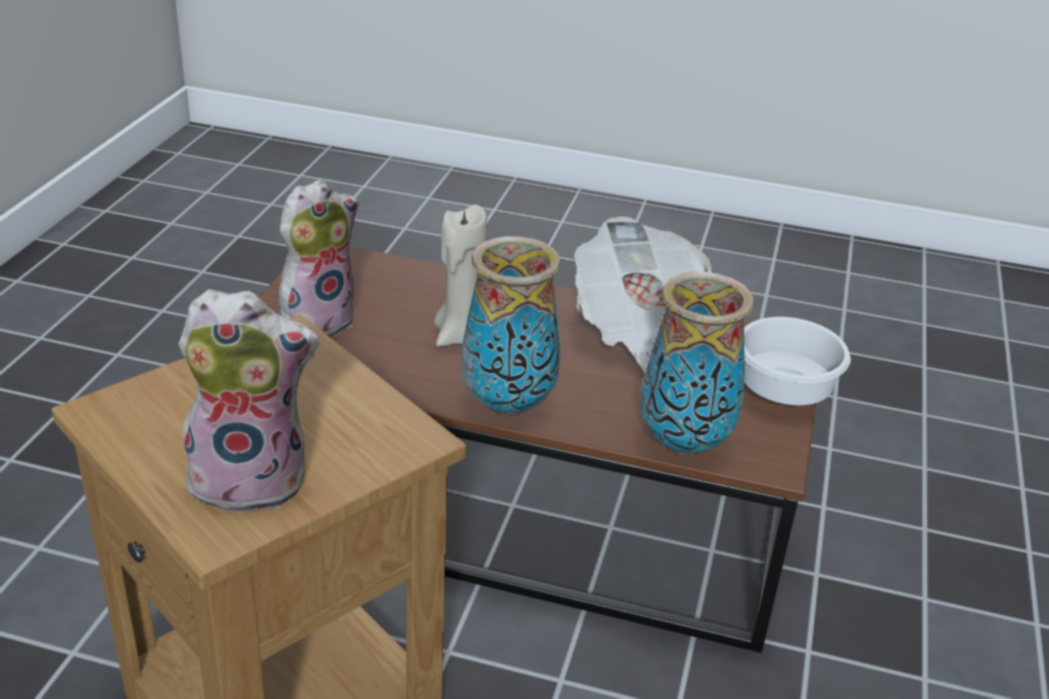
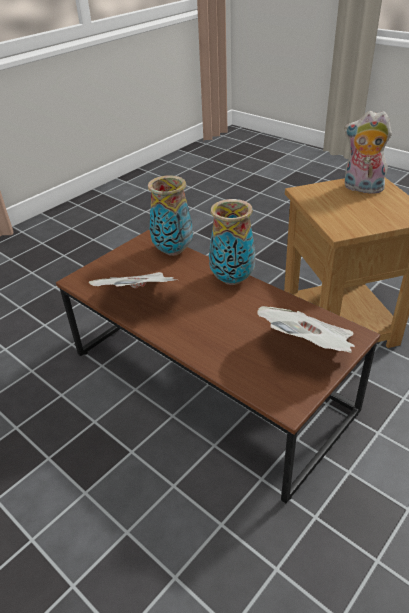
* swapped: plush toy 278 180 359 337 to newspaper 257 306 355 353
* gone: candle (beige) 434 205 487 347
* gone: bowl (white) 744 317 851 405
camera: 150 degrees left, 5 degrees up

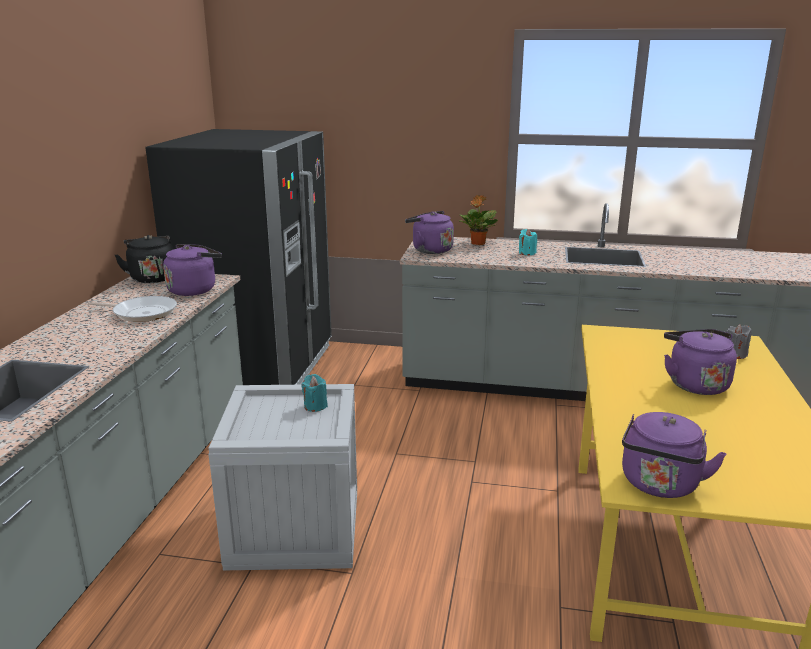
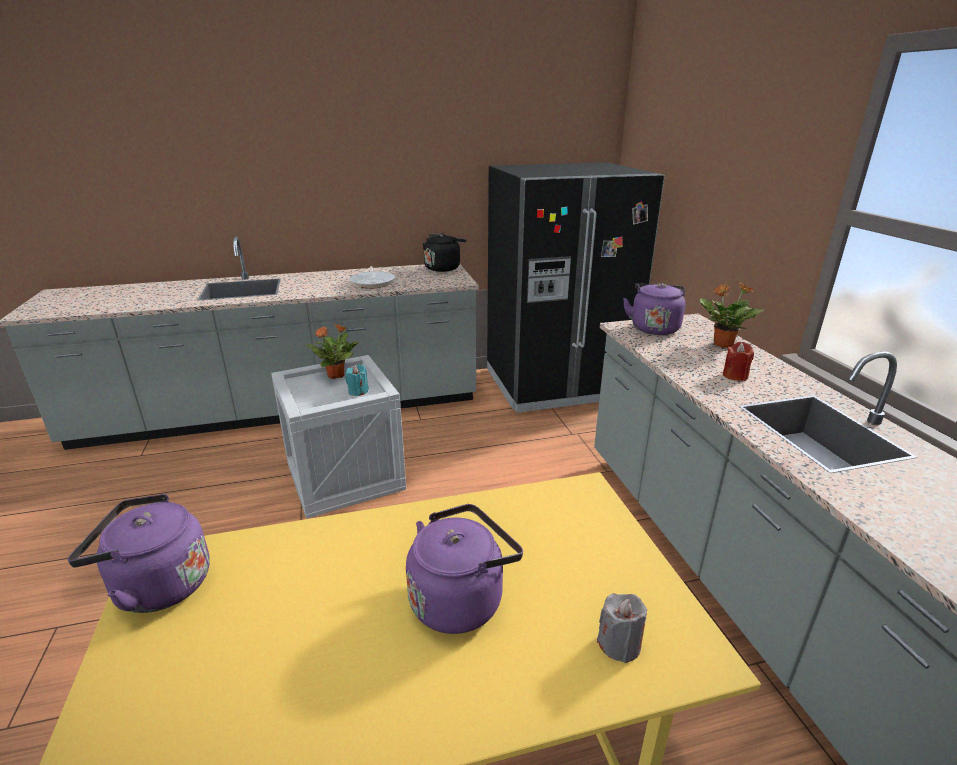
* gone: kettle (purple) 163 244 222 296
* repainted: candle (turquoise) 519 229 537 255 to candle (red) 723 342 754 381
* new: potted plant 306 324 359 379
camera: 65 degrees right, 5 degrees up

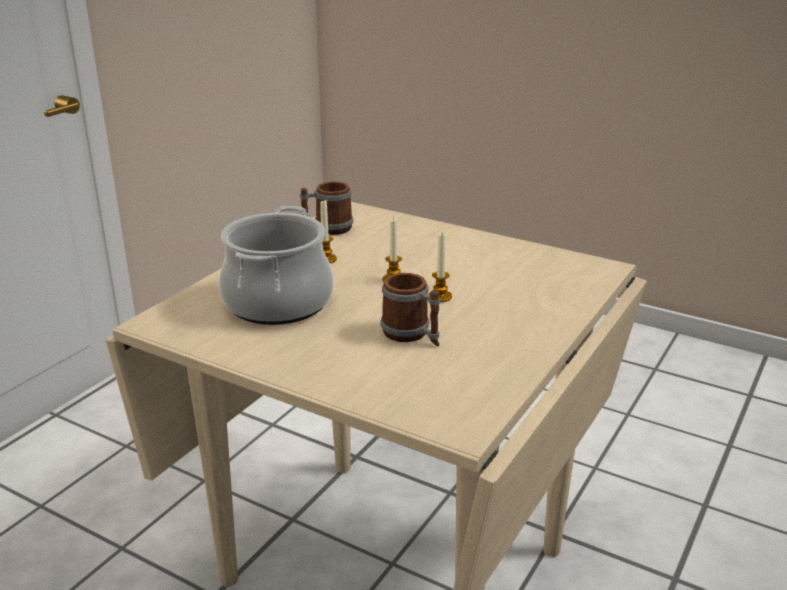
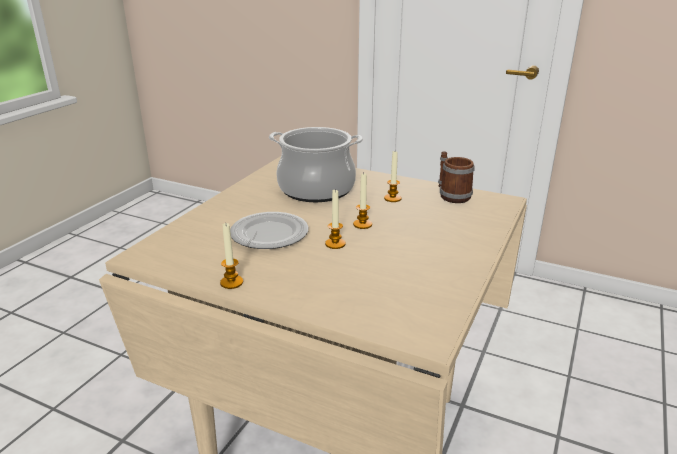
* swapped: mug 381 273 440 346 to plate 230 212 309 249
* new: candle 220 223 243 289
camera: 85 degrees right, 0 degrees up

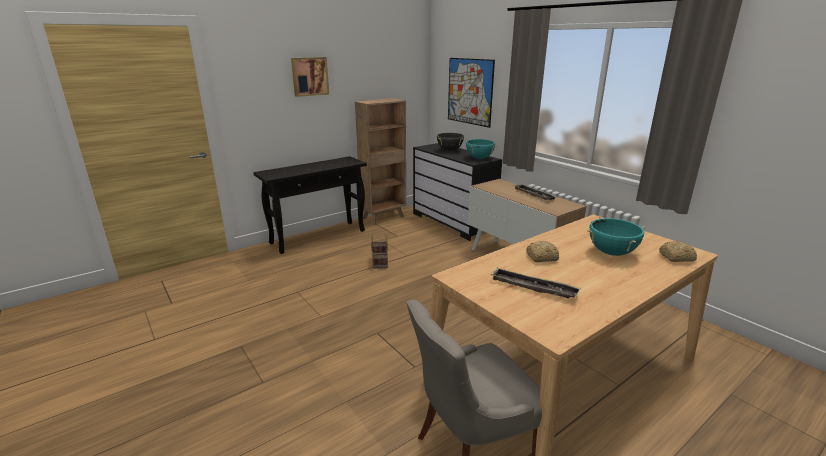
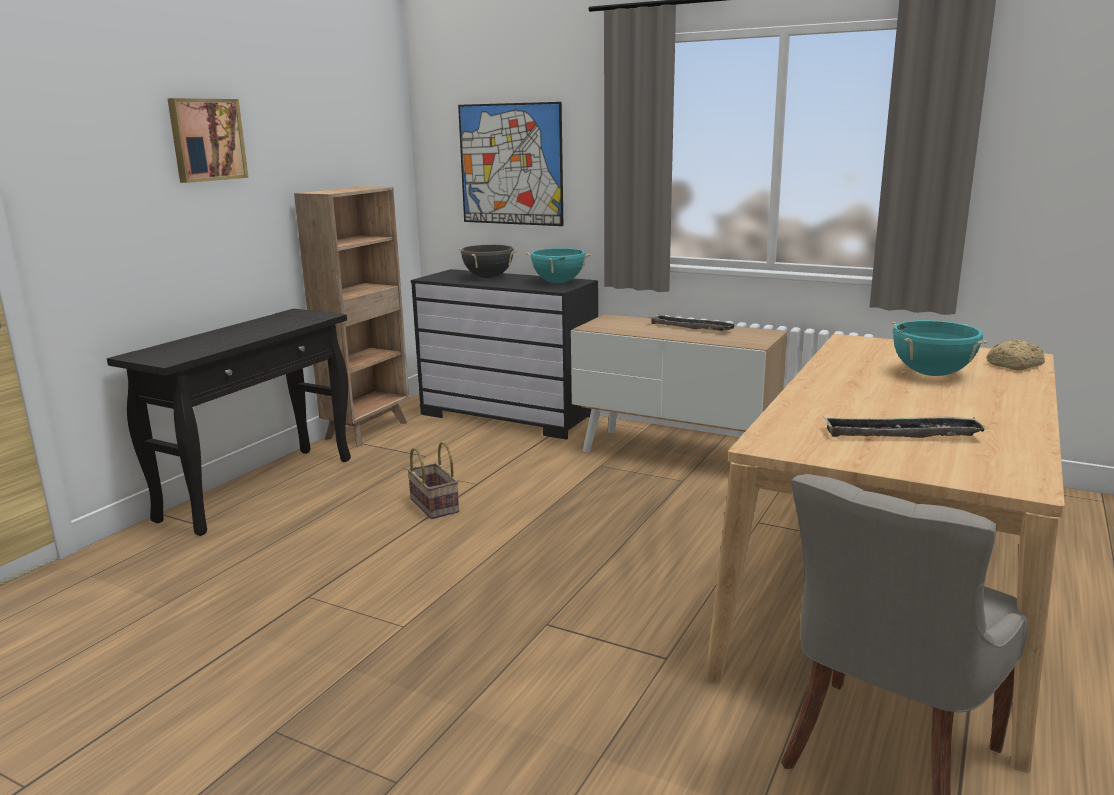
* gone: bread 526 241 559 262
camera: 25 degrees left, 5 degrees down

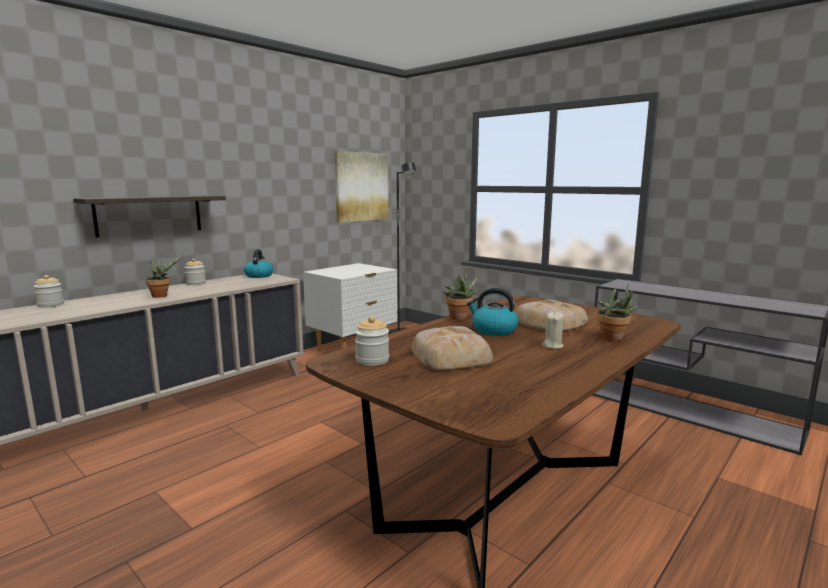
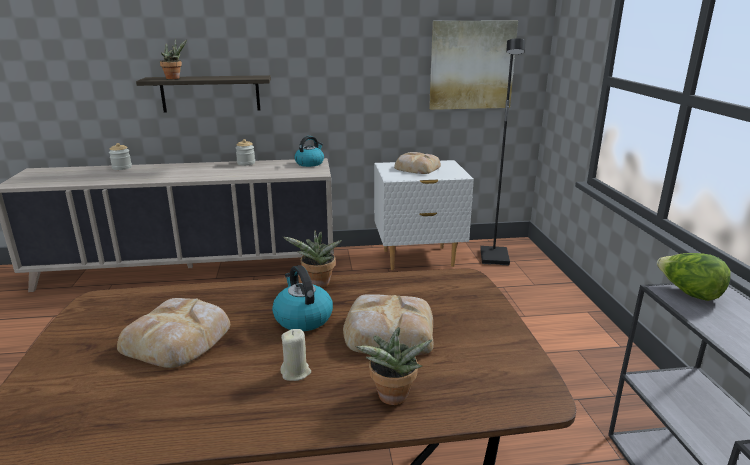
* shifted: potted plant 146 255 183 298 to 160 39 187 79
* gone: jar 355 316 389 366
* new: bread 394 152 441 174
* new: lettuce 657 253 731 301
camera: 40 degrees right, 10 degrees up

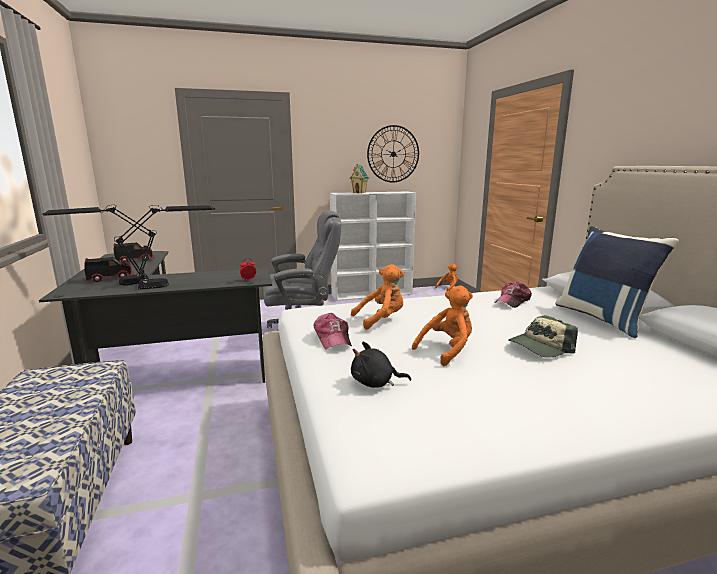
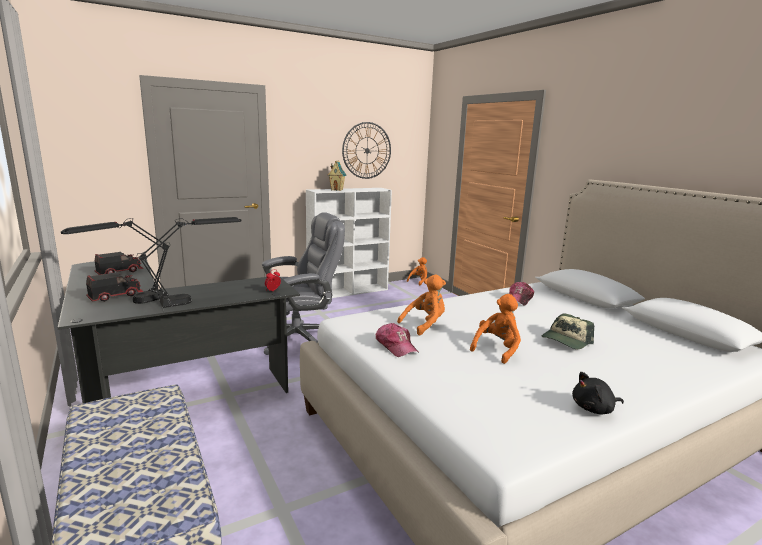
* shifted: plush toy (black) 351 342 411 388 to 572 372 624 415
* gone: pillow (blue) 555 226 679 338
camera: 15 degrees left, 0 degrees up

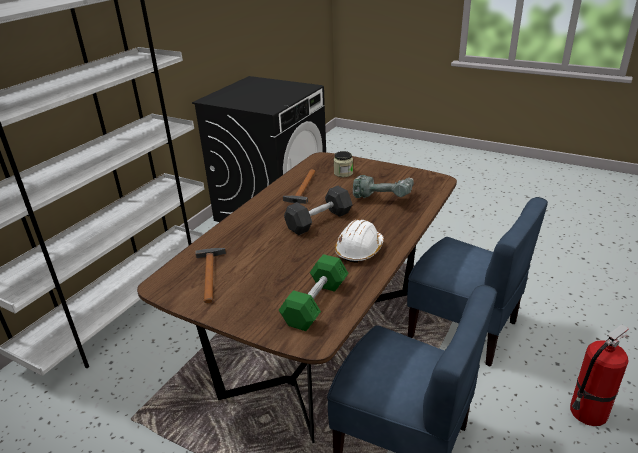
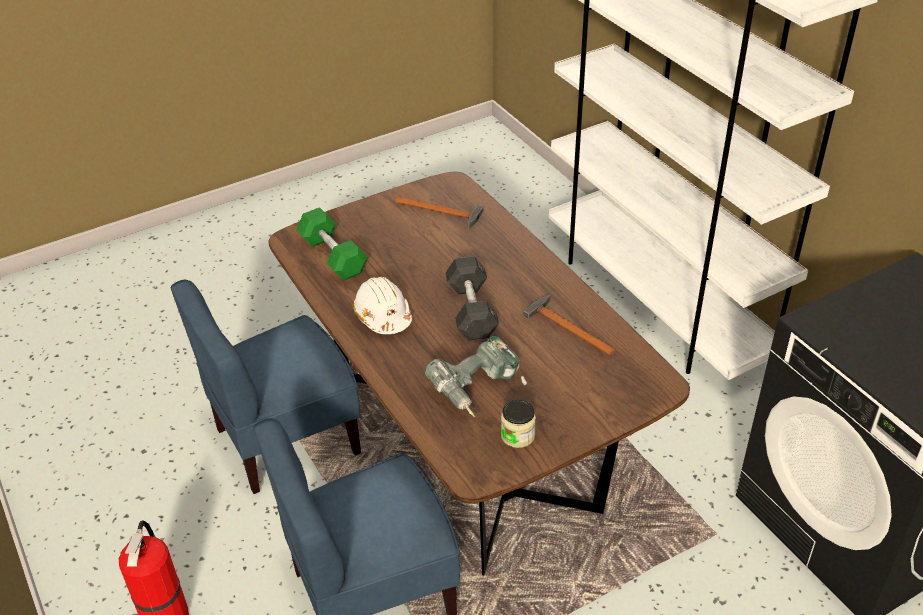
* shifted: jar 334 151 353 177 to 501 400 536 448
camera: 120 degrees right, 10 degrees up

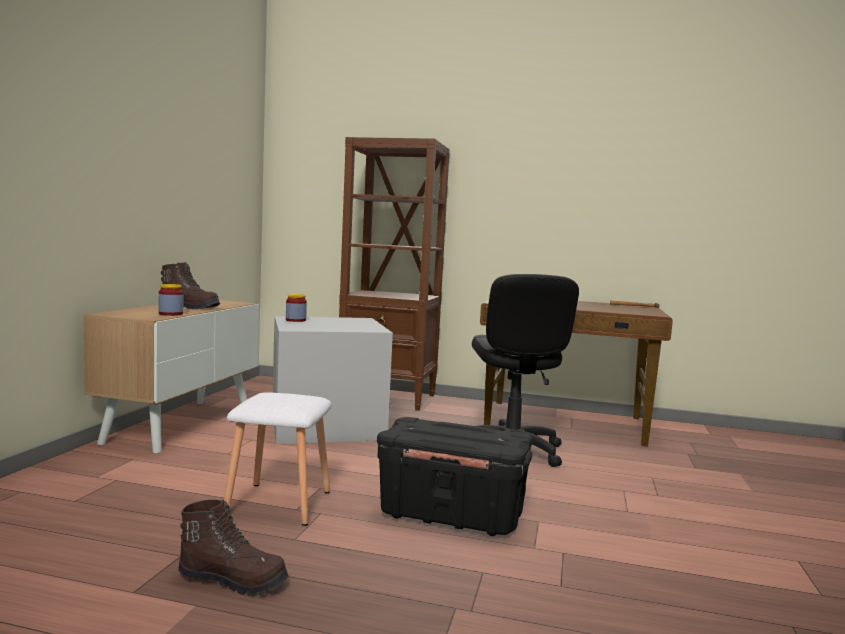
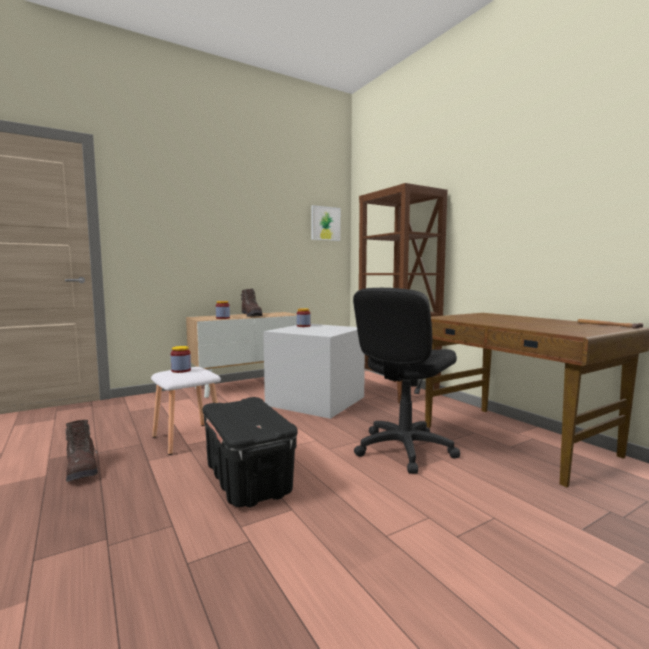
* new: jar 171 346 191 373
* new: picture 311 205 340 241
camera: 45 degrees right, 0 degrees up

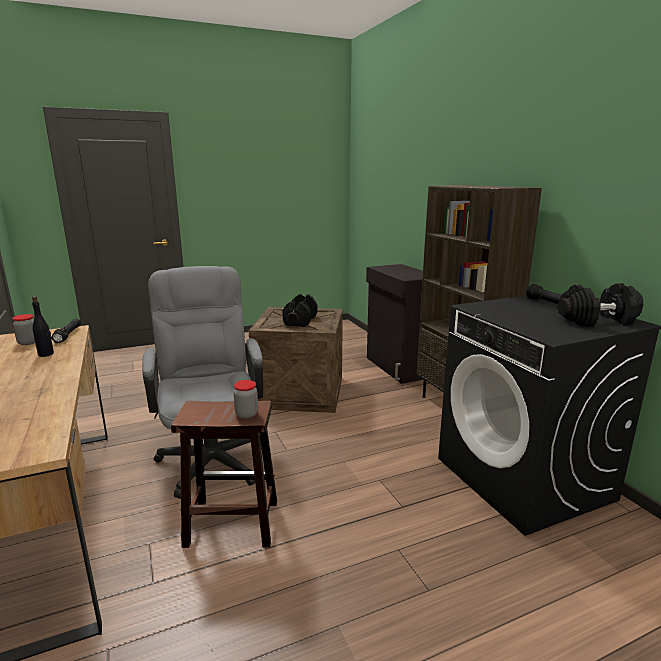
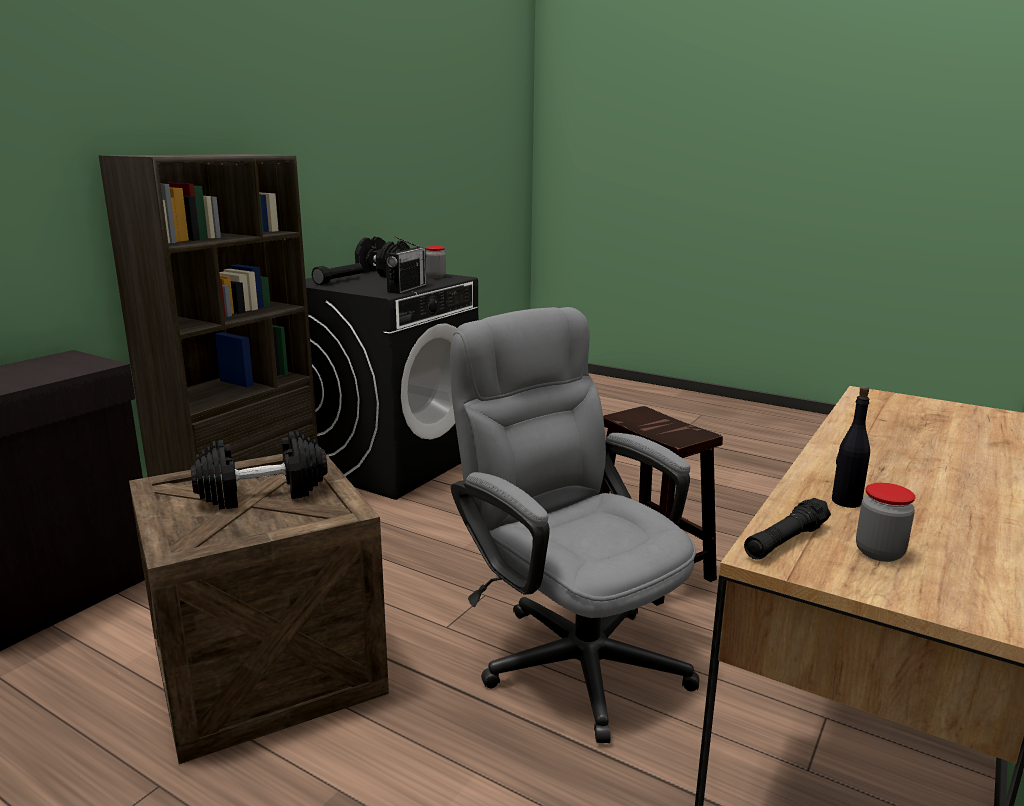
* rotated: office chair (grey) 142 266 263 498 = 450 307 700 743 105 degrees clockwise
* shifted: jar 233 380 258 419 to 426 246 446 278
* new: radio 386 236 427 294
camera: 125 degrees left, 0 degrees up

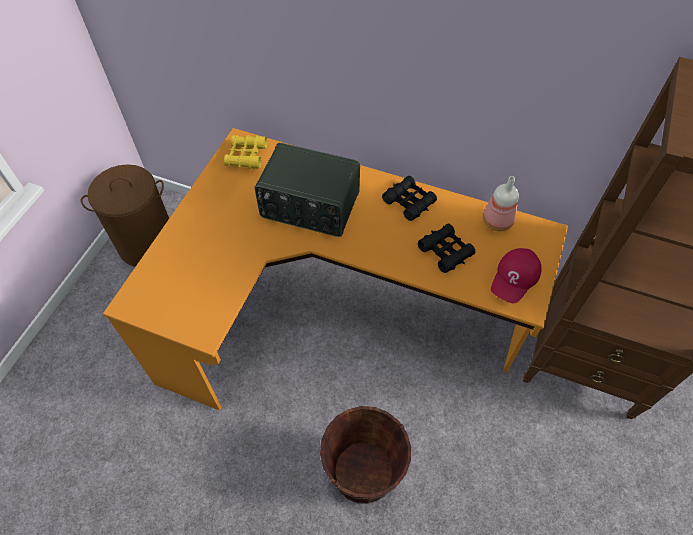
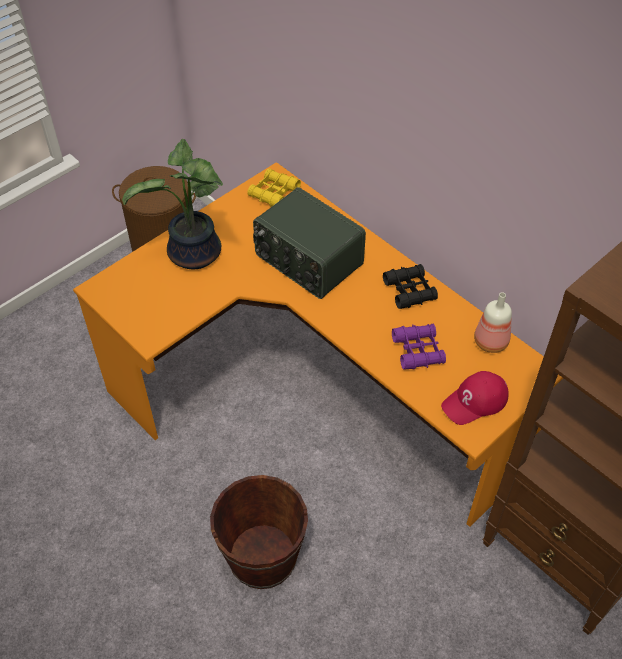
* repainted: binoculars (black) 418 224 476 273 to binoculars (purple) 392 324 446 370
* new: potted plant 122 139 223 269
camera: 25 degrees right, 5 degrees down

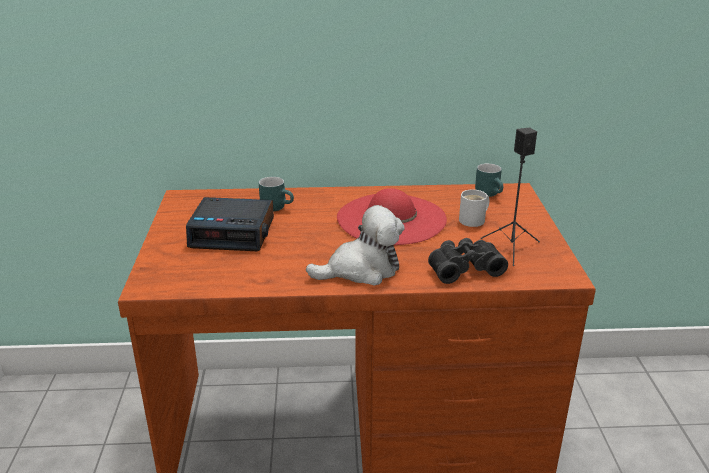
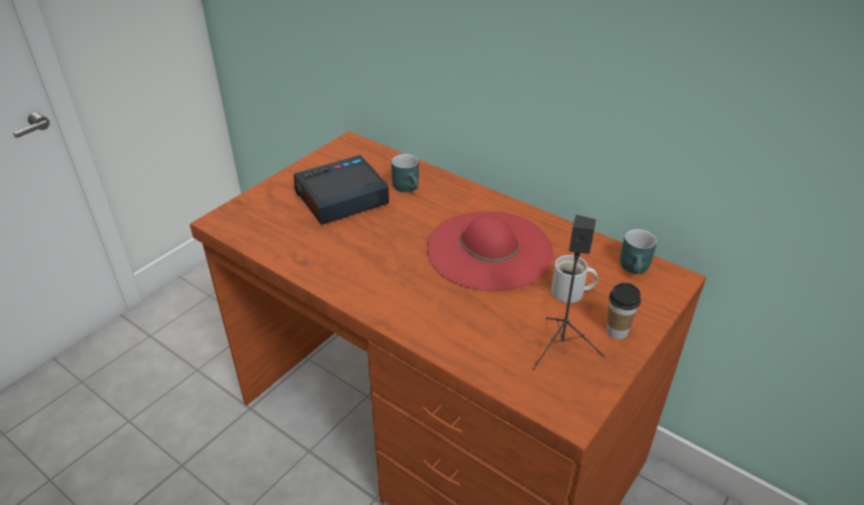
* rotated: alarm clock 186 197 274 251 = 294 155 389 225 105 degrees clockwise
* gone: plush toy 306 205 405 286
* gone: binoculars (black) 428 238 508 284
* new: cup 607 283 641 339
camera: 40 degrees right, 10 degrees up

